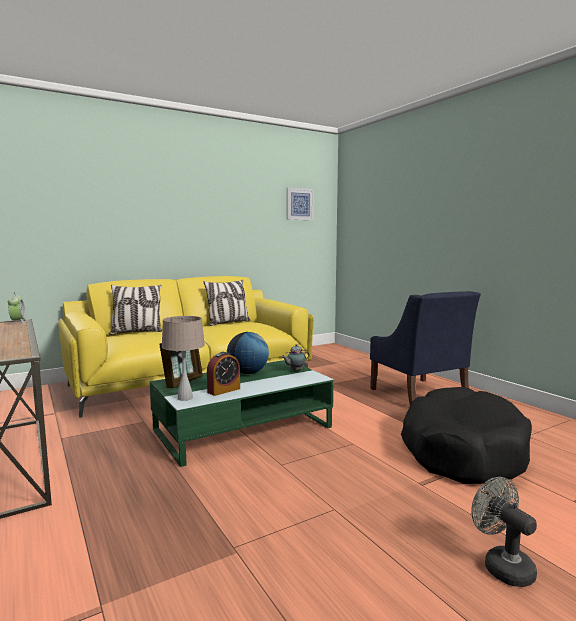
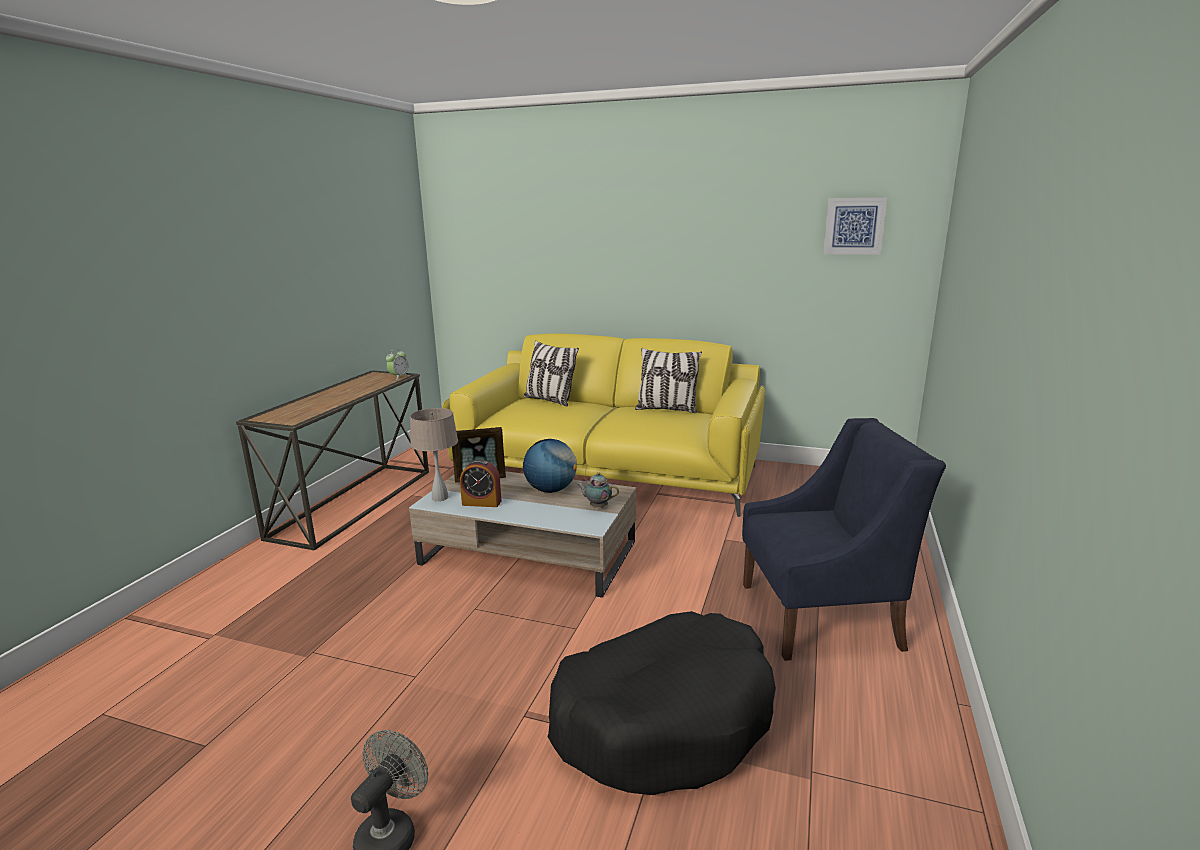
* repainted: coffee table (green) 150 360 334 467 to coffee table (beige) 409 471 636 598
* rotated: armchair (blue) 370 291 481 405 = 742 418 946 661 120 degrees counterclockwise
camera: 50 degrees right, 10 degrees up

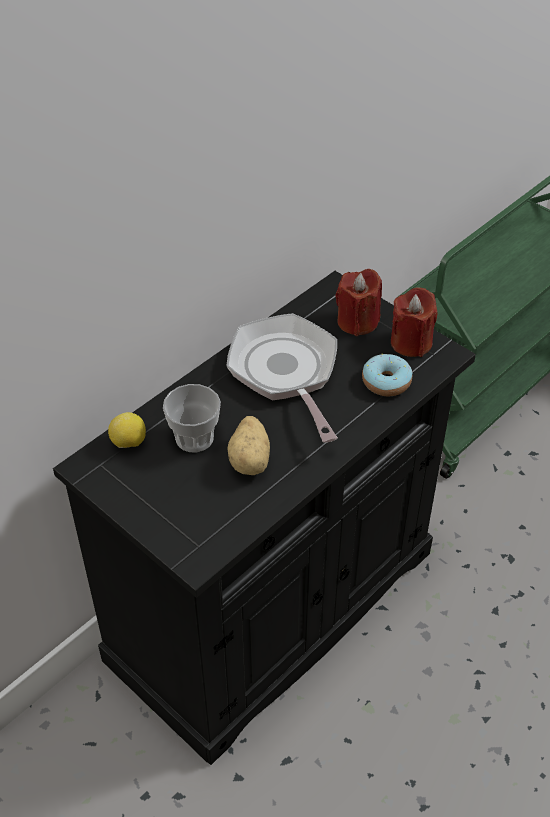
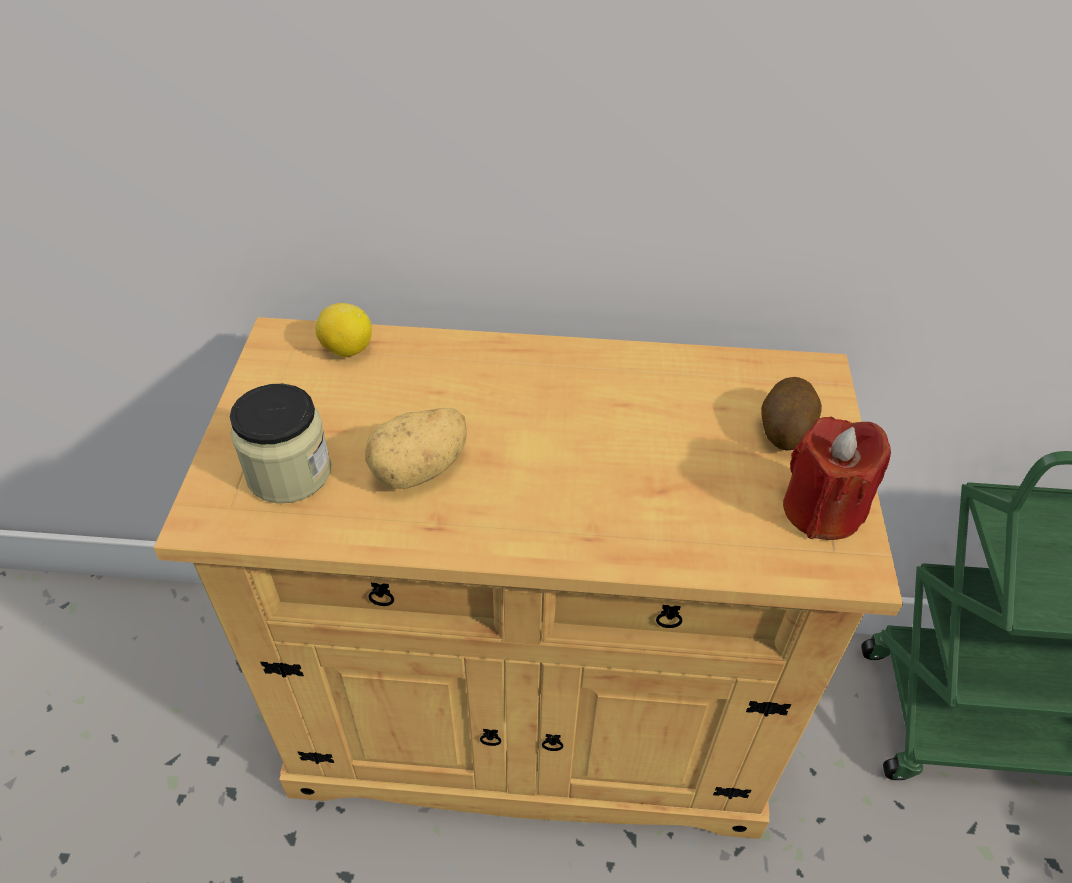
* repainted: cabinet (black) 53 271 476 765 to cabinet (beige) 153 317 903 839
* gone: cup 163 384 221 453
* gone: frying pan 226 313 338 443
* swapped: candle (red) 335 269 382 336 to potato 761 377 822 451
* gone: donut 362 354 412 396
* new: jar 230 384 331 503
camera: 50 degrees right, 0 degrees up

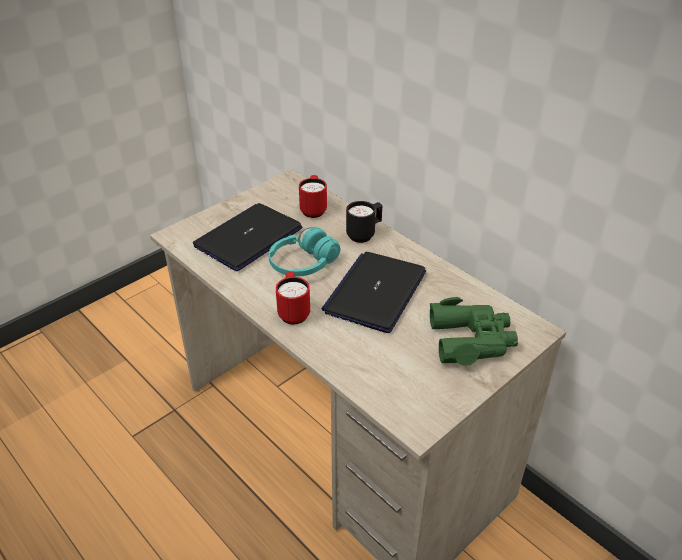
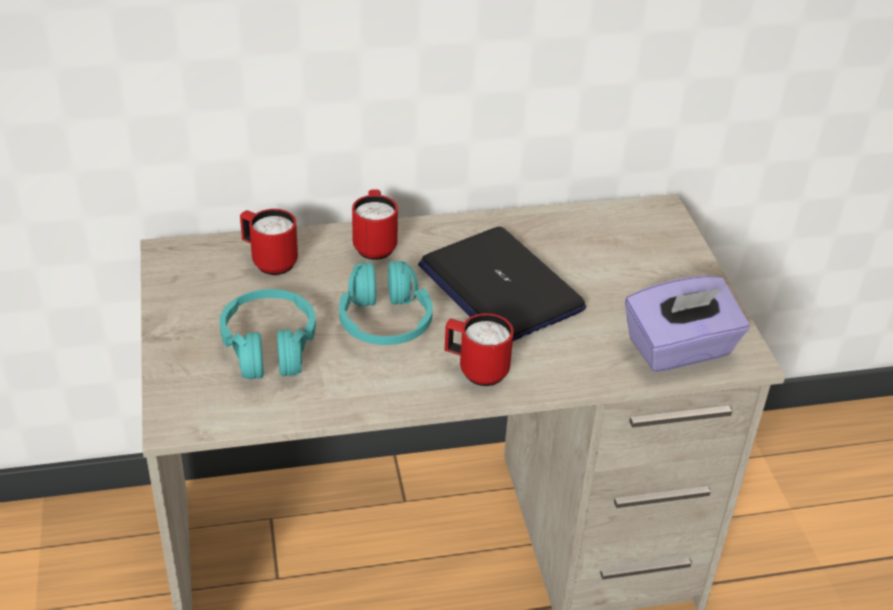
* swapped: laptop 193 203 302 271 to headphones (turquoise) 219 289 316 379
* repainted: mug (black) 346 201 382 243 to mug (red) 352 189 398 260
* gone: binoculars (green) 430 297 518 366
* new: tissue box (purple) 625 275 750 372
camera: 60 degrees left, 0 degrees up

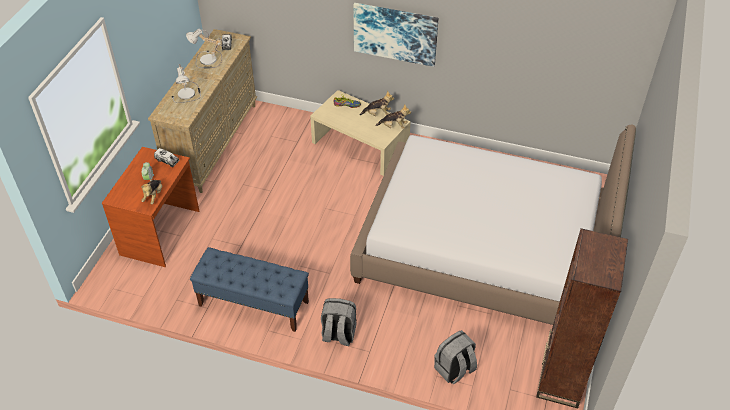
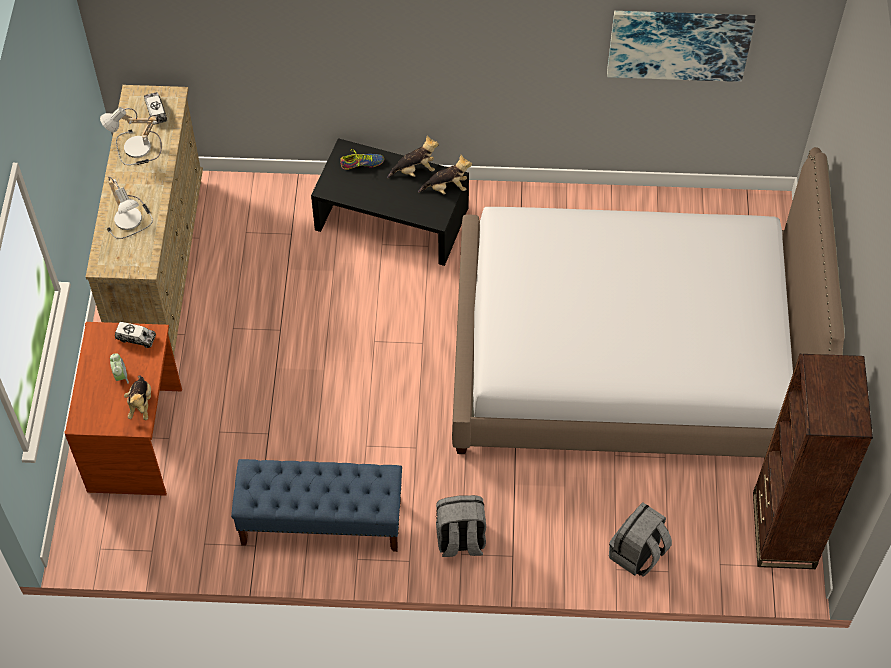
* repainted: coffee table (beige) 310 90 411 176 to coffee table (black) 311 138 469 266
* shifted: picture 353 3 439 67 to 607 11 755 82
camera: 15 degrees left, 10 degrees up

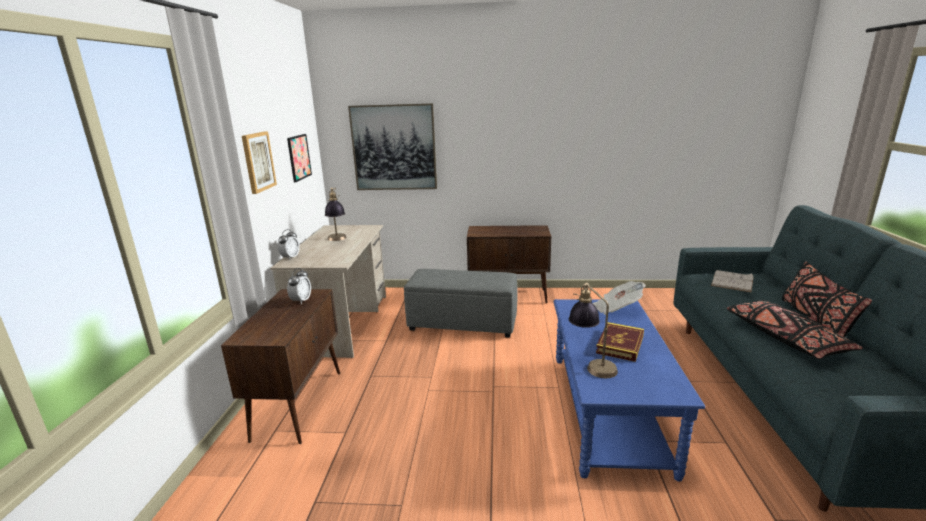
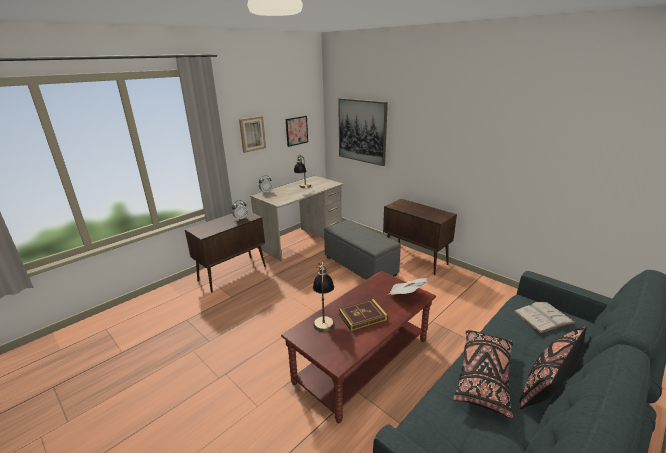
* repainted: coffee table (blue) 553 299 705 482 to coffee table (brown) 281 271 436 423
camera: 40 degrees right, 5 degrees up

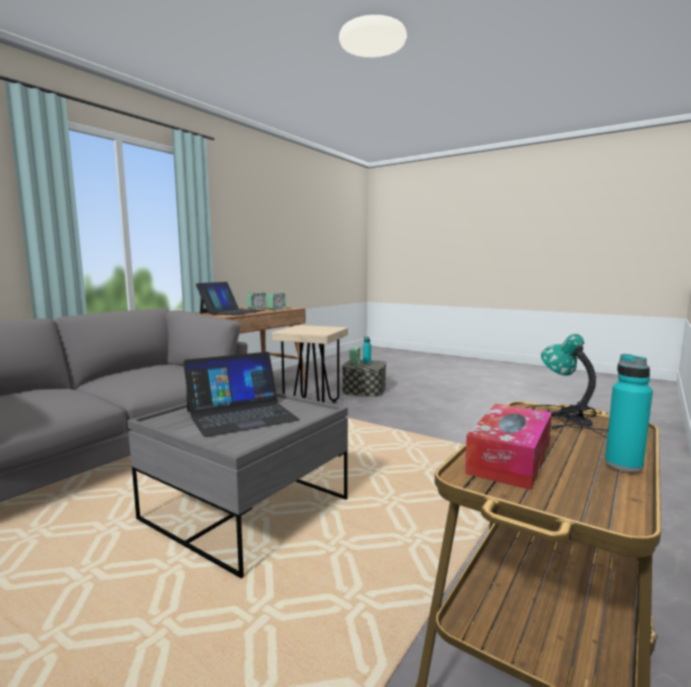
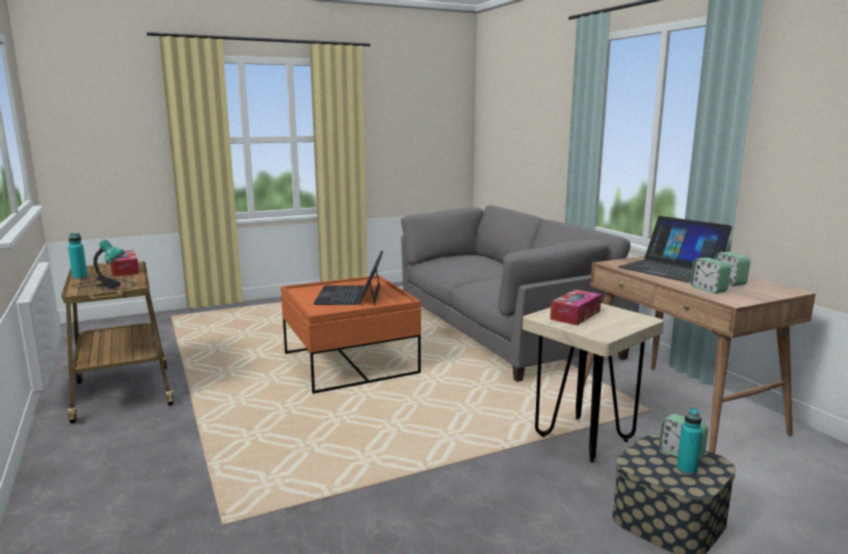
* repainted: coffee table (grey) 127 392 348 578 to coffee table (orange) 281 275 421 394
* new: tissue box 550 289 601 325
camera: 120 degrees right, 5 degrees up

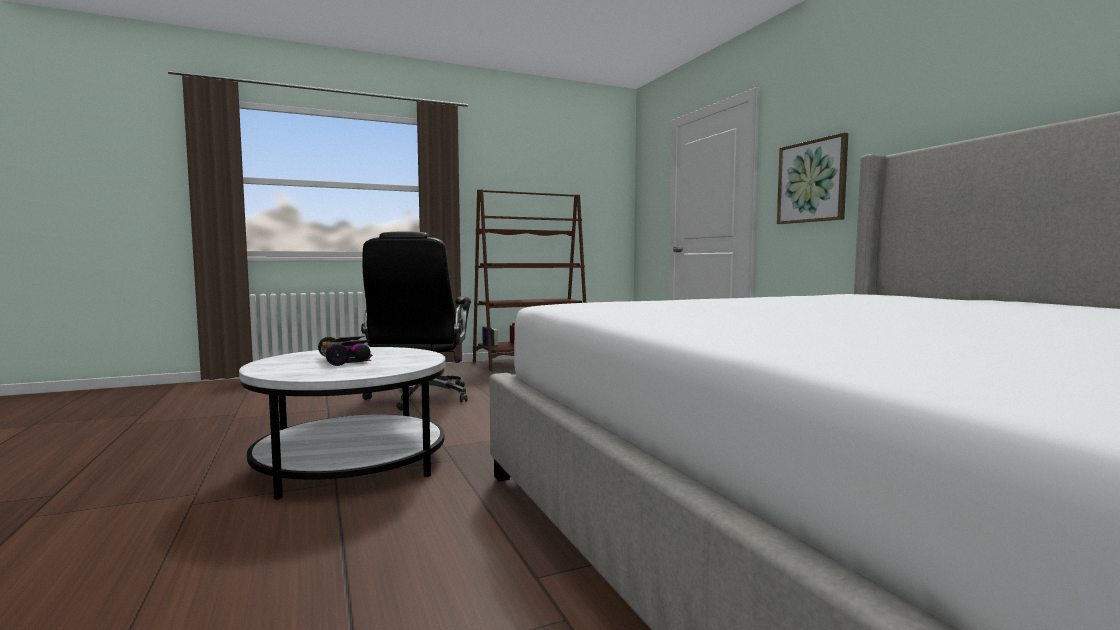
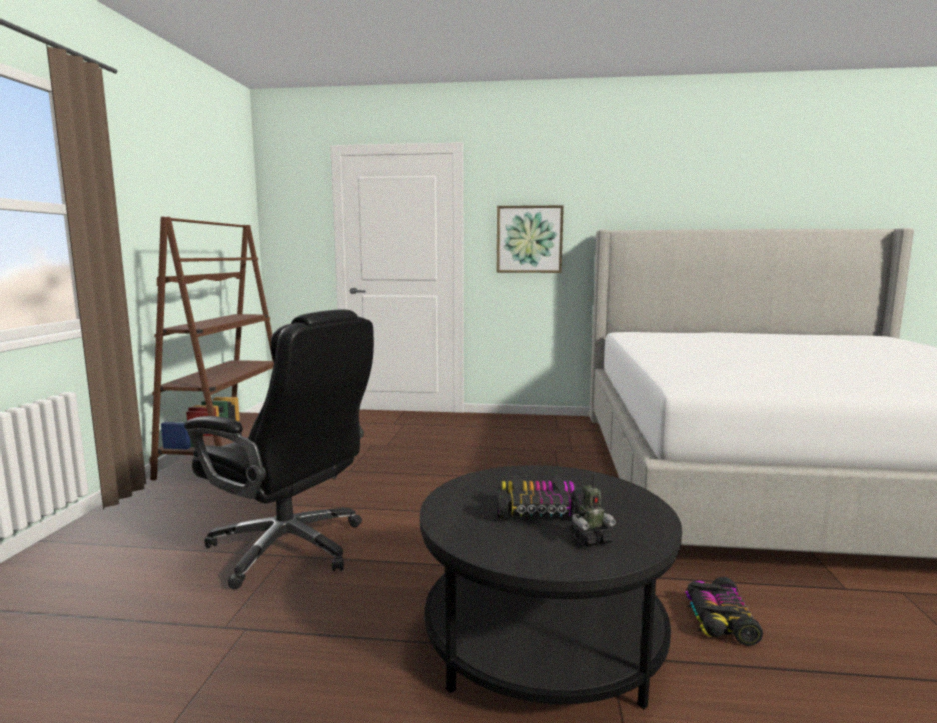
* repainted: coffee table (white) 239 347 446 500 to coffee table (black) 420 465 682 709
* new: toy robot 570 474 616 547
* new: toy car 685 577 763 646
camera: 60 degrees left, 5 degrees up

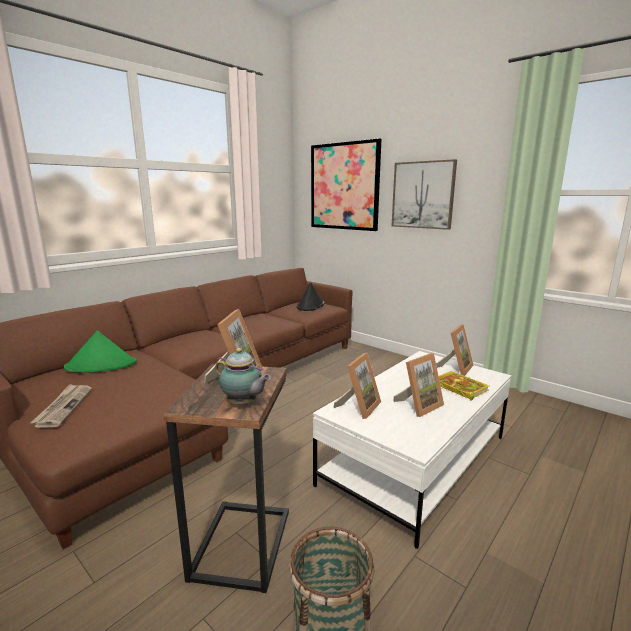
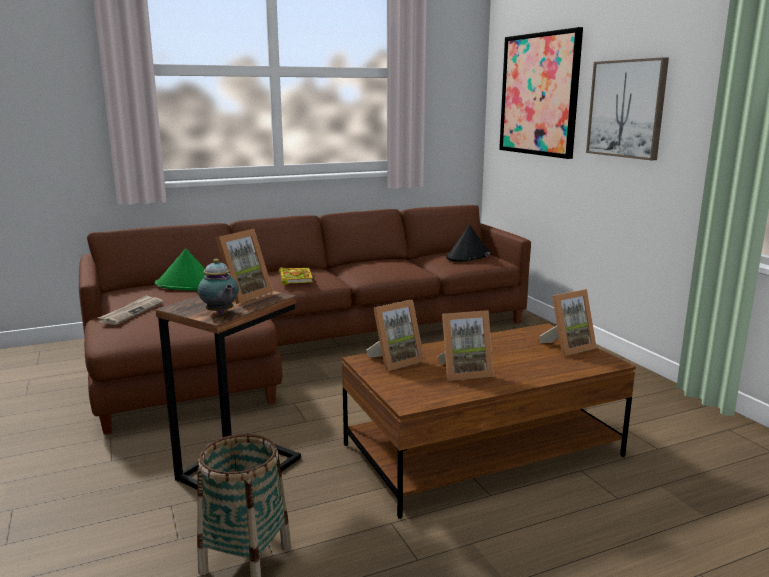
* repainted: coffee table (white) 313 351 511 549 to coffee table (brown) 342 324 636 519
* shifted: book 439 371 489 401 to 279 267 313 285
camera: 25 degrees right, 0 degrees up

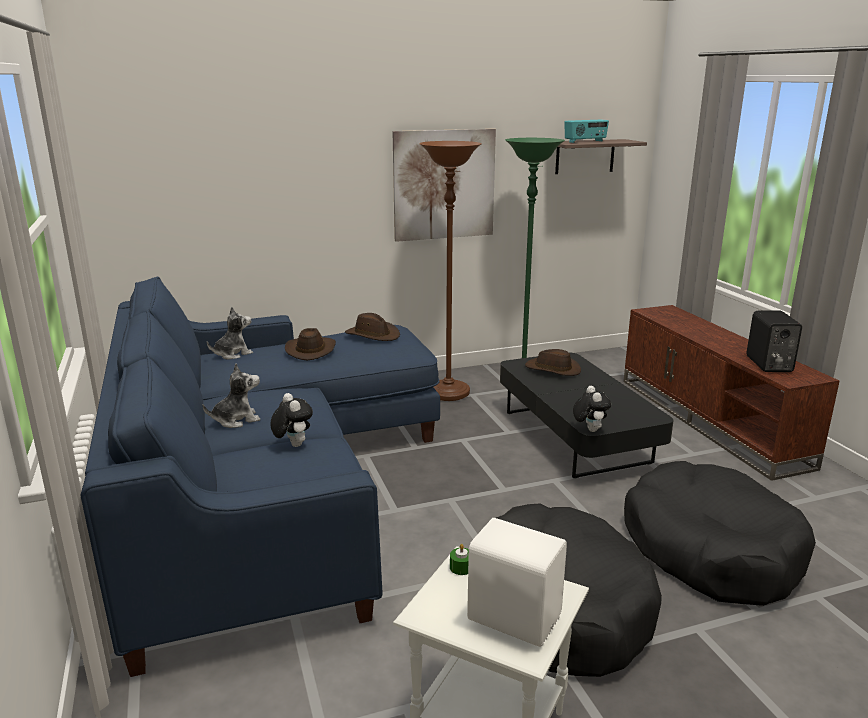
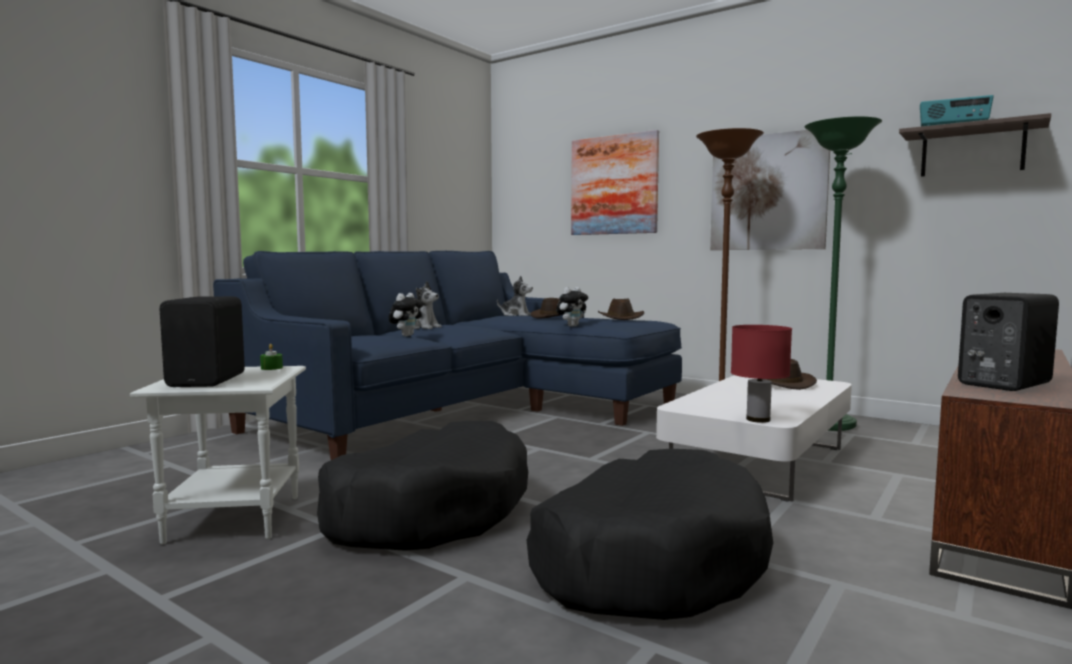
* repainted: speaker (white) 467 518 567 647 to speaker (black) 160 296 245 387
* repainted: coffee table (black) 500 353 674 479 to coffee table (white) 656 375 852 502
* shifted: plush toy 573 386 611 432 to 556 287 588 327
* new: picture 571 130 659 235
* new: table lamp (red) 731 325 792 423
camera: 55 degrees right, 15 degrees down

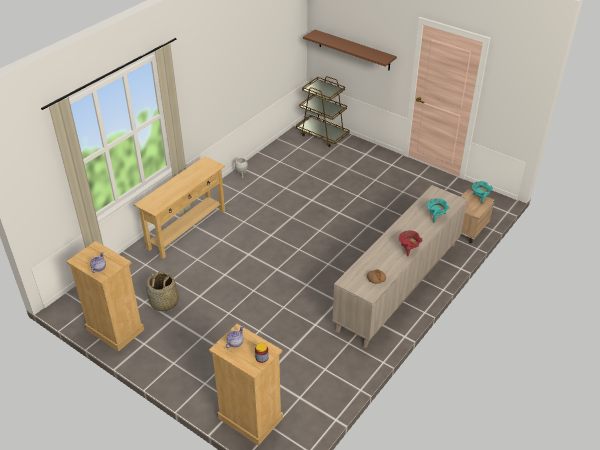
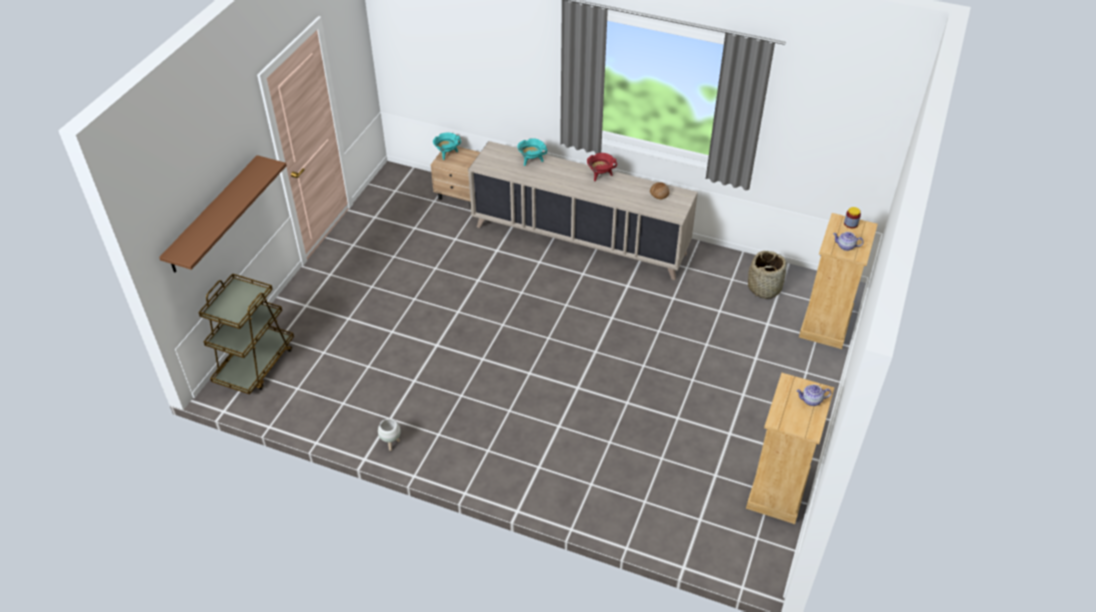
* gone: console table (beige) 134 156 225 259
* shifted: basket 146 272 179 311 to 748 251 786 299
camera: 105 degrees left, 5 degrees up

